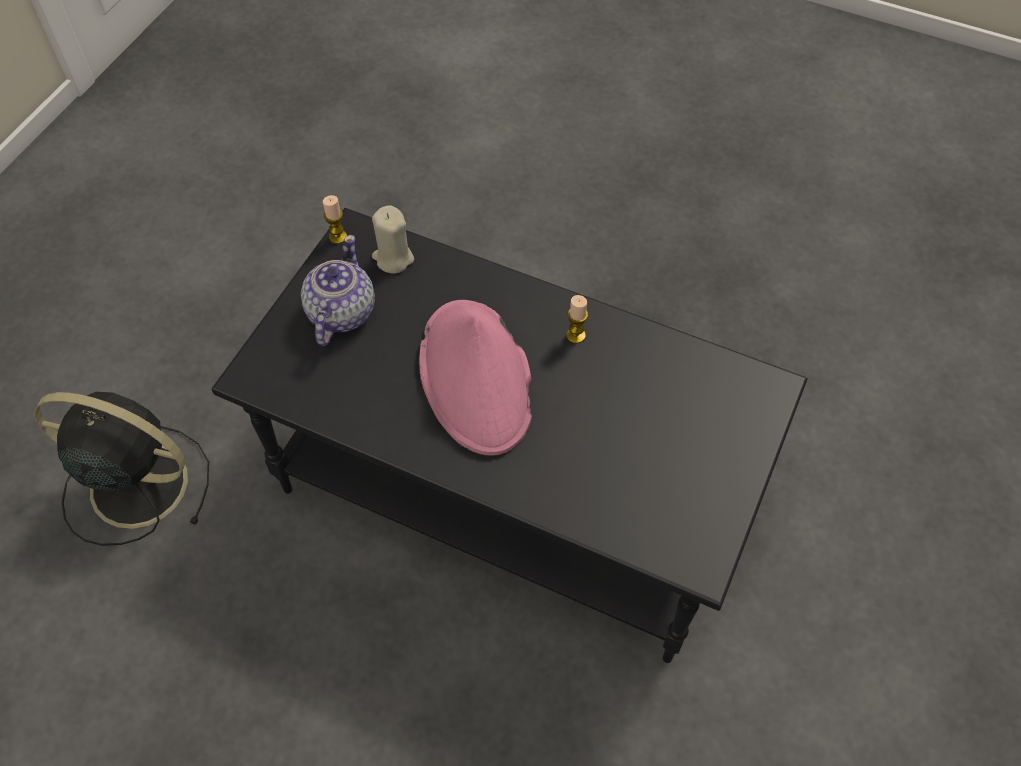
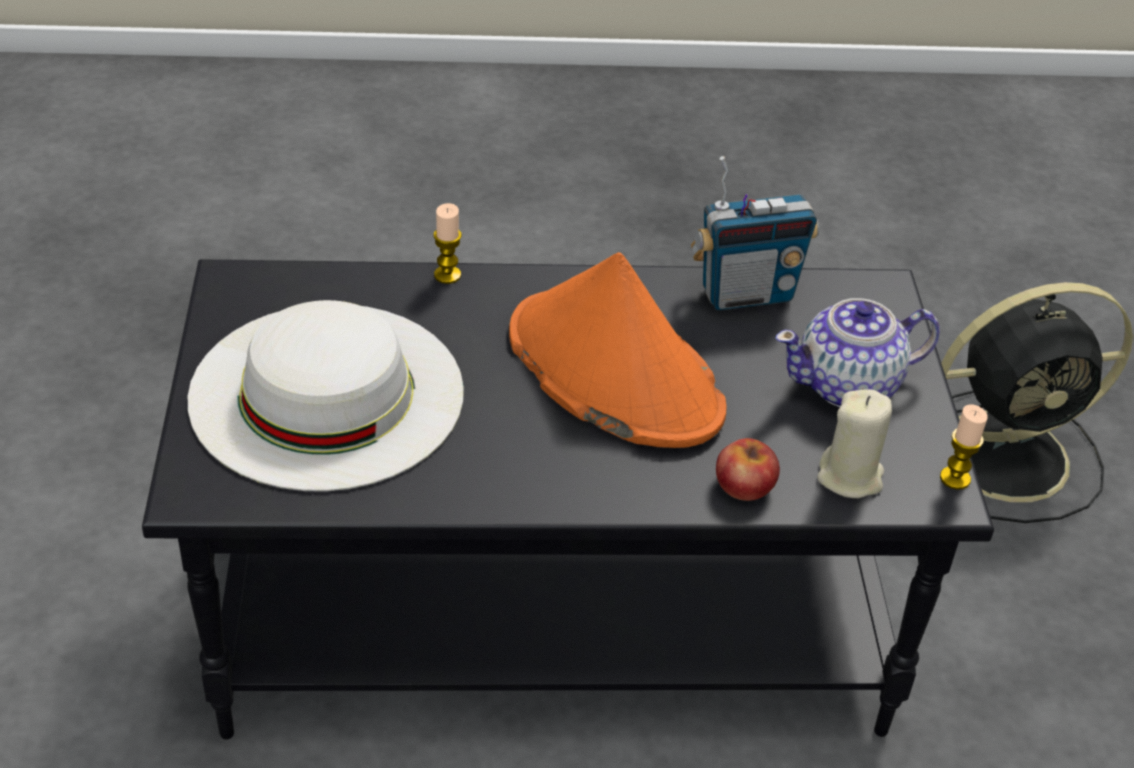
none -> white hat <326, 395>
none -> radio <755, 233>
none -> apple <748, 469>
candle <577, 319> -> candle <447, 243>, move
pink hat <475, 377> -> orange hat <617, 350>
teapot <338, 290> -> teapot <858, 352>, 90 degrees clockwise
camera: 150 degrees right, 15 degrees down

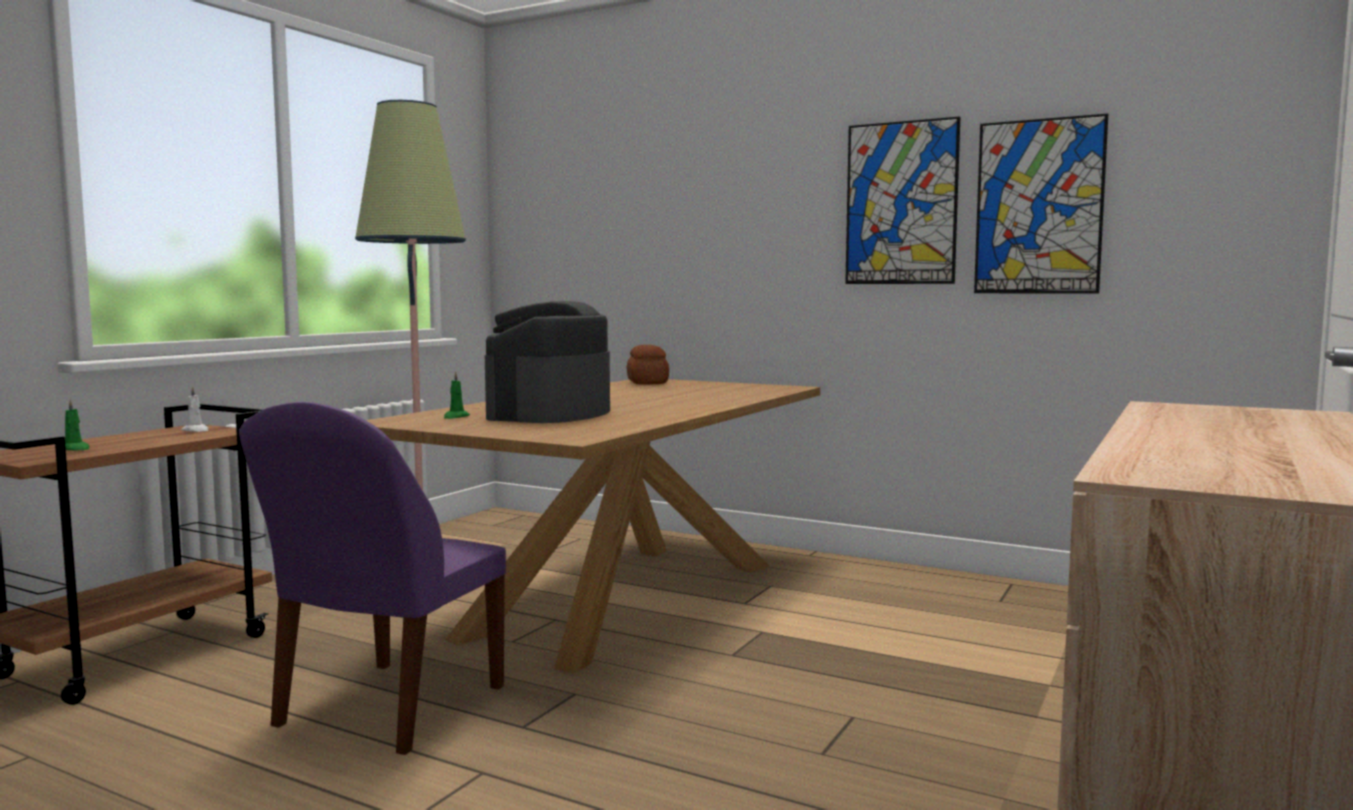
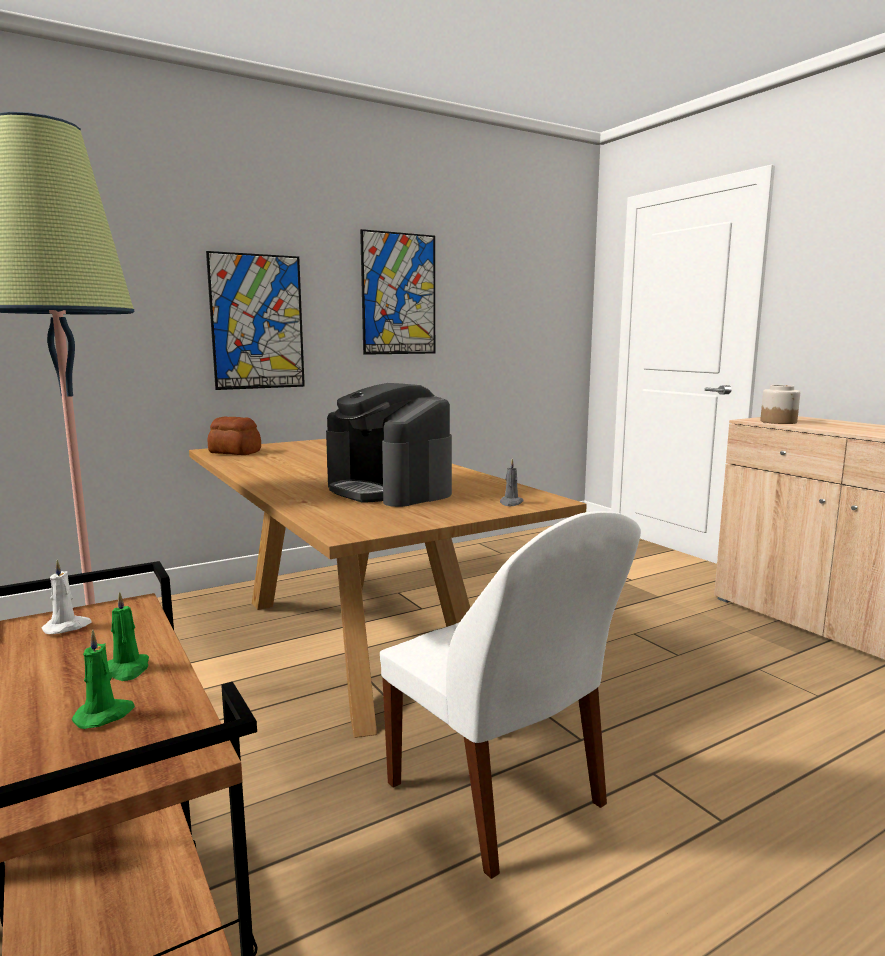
none -> grey candle <512, 482>
none -> jar <780, 404>
green candle <457, 395> -> green candle <128, 636>, move
picture <1041, 204> -> picture <255, 320>, move
purple chair <372, 578> -> white chair <510, 695>
camera: 60 degrees left, 5 degrees up

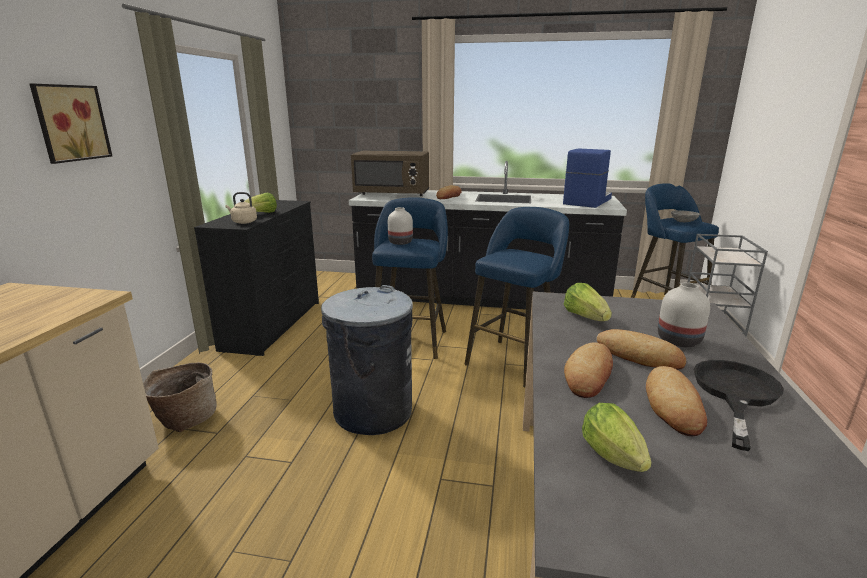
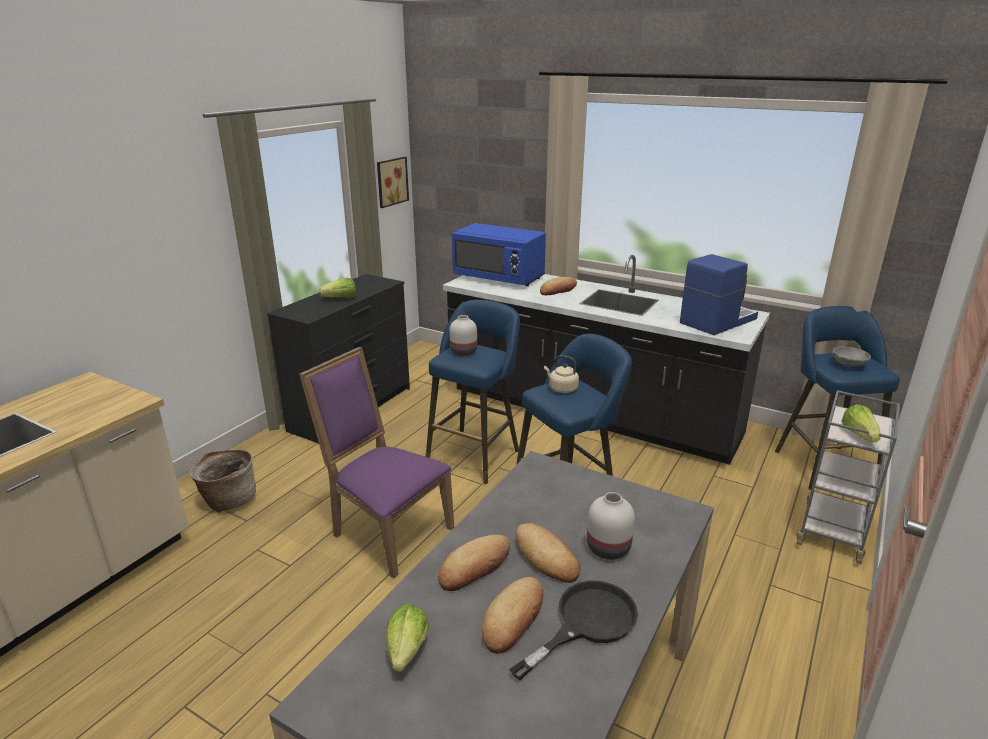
picture <71, 123> -> picture <393, 182>, move
beige kettle <241, 208> -> beige kettle <561, 374>, move
lettuce <587, 302> -> lettuce <861, 423>, move
grey trash can <367, 360> -> purple chair <376, 462>
brown microwave <390, 173> -> blue microwave <499, 254>
camera: 20 degrees right, 5 degrees up

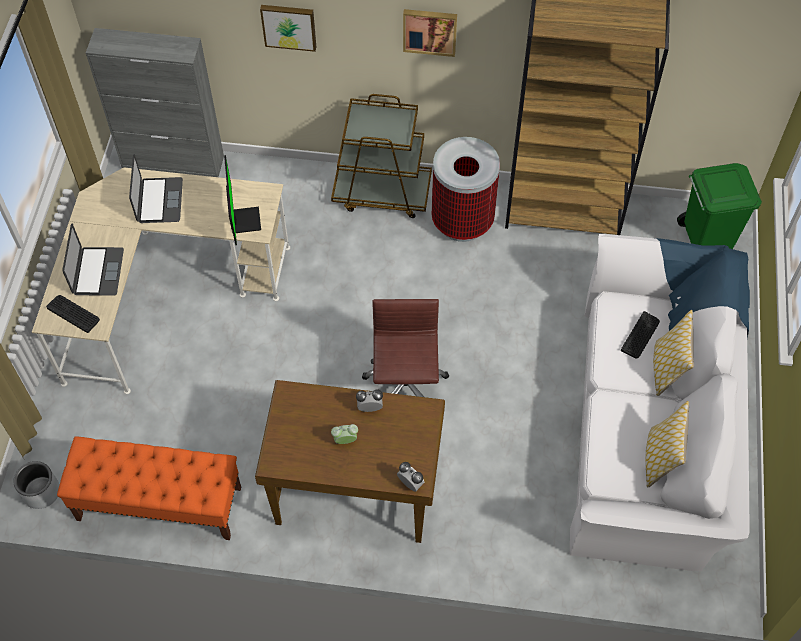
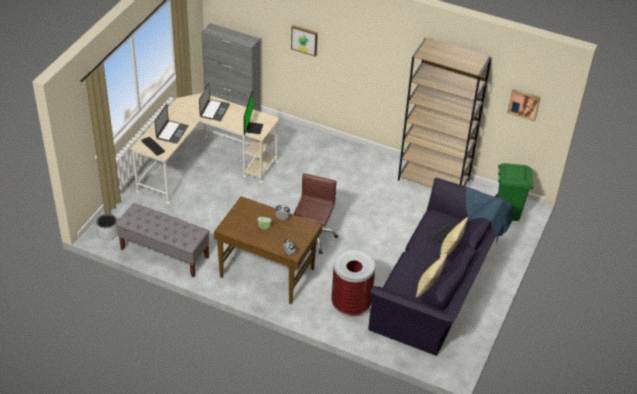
brown cart <381, 156> -> none
picture <430, 33> -> picture <524, 105>, move
trash can <466, 189> -> trash can <353, 283>, move
orange bench <149, 488> -> grey bench <163, 240>
white sofa <660, 402> -> black sofa <441, 267>
camera: 15 degrees right, 15 degrees down

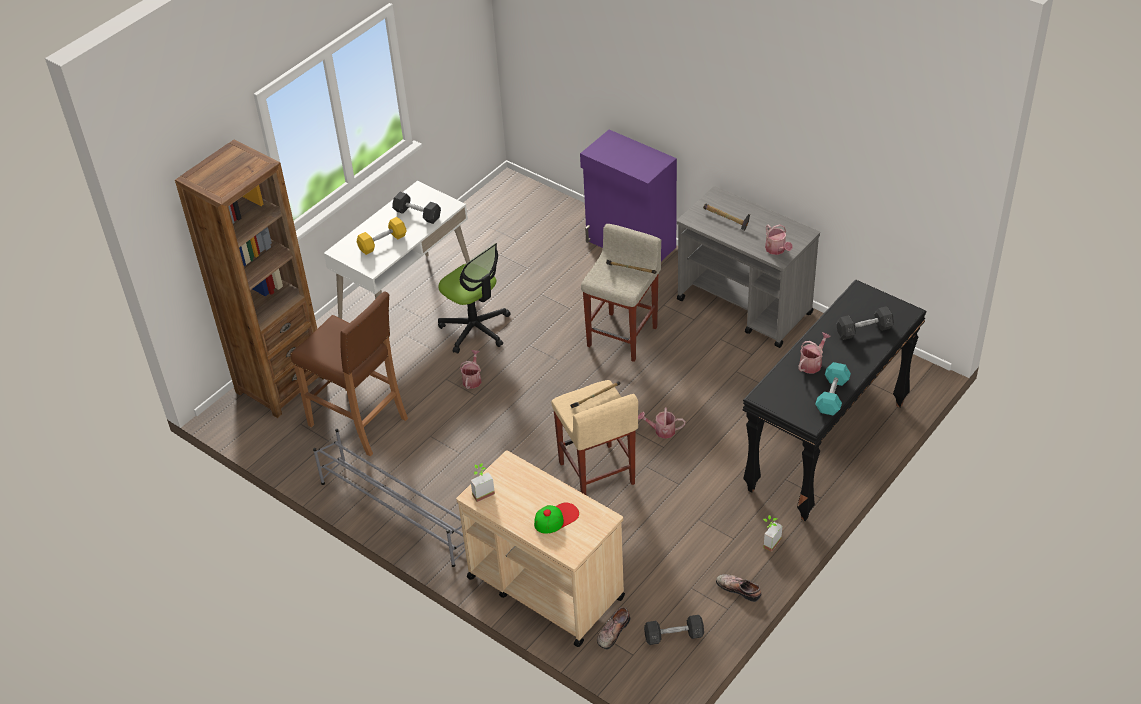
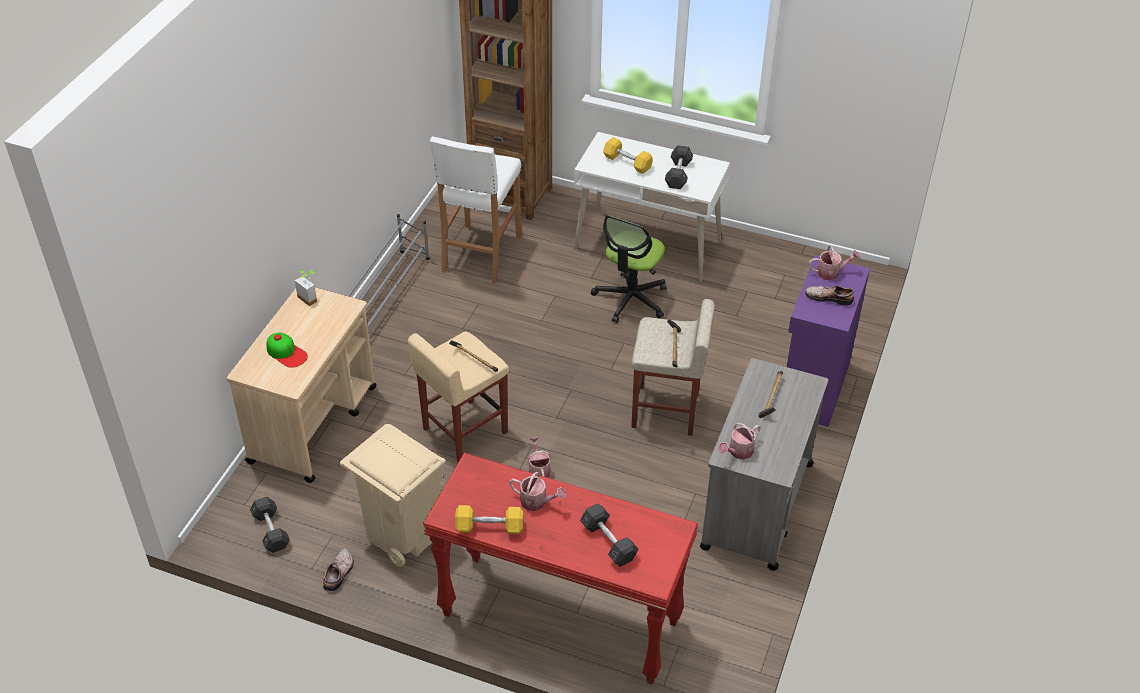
potted plant <772, 533> -> none
none -> beige trash can <393, 495>
watering can <470, 369> -> watering can <834, 263>, move
shoe <613, 628> -> shoe <829, 296>, move
brown stool <349, 374> -> white stool <475, 209>
black console table <835, 400> -> red console table <560, 569>
turquoise dumbbell <833, 388> -> yellow dumbbell <489, 519>
camera: 70 degrees right, 0 degrees up

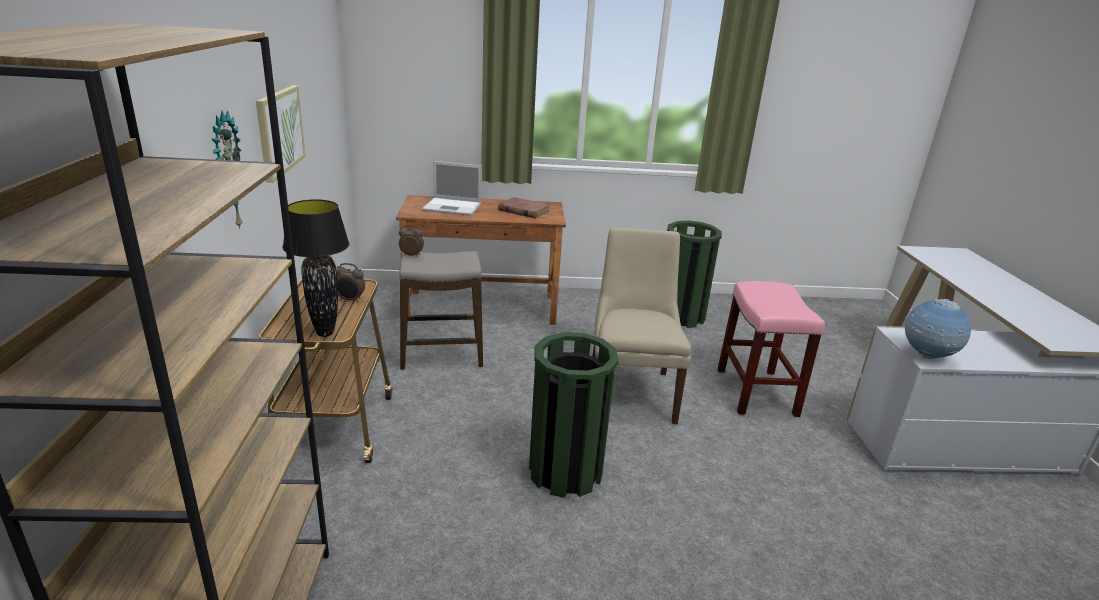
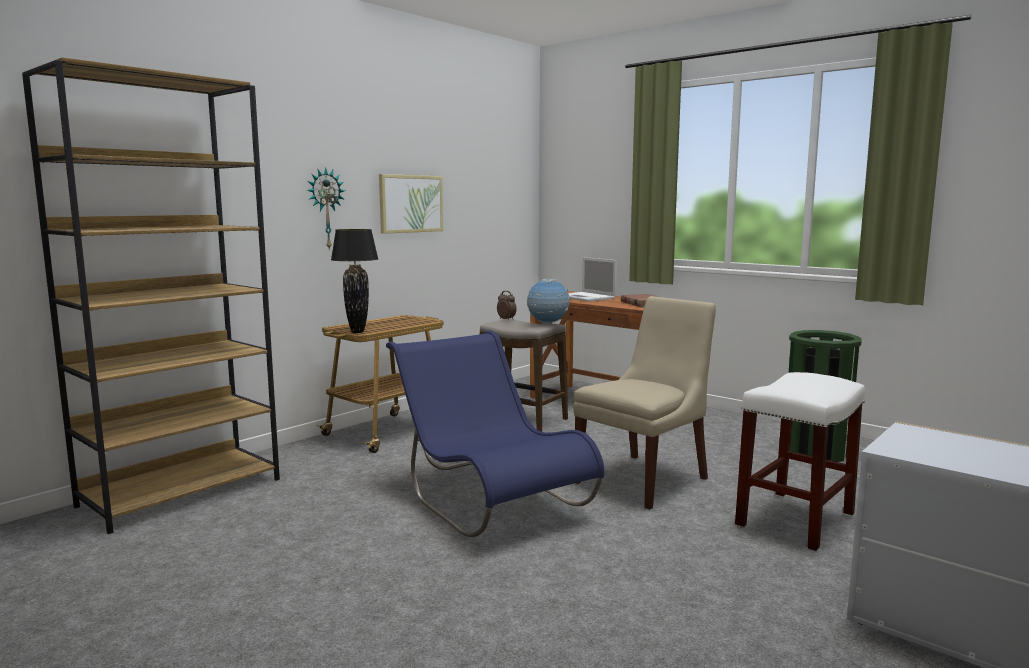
alarm clock <350, 283> -> none
globe <938, 329> -> globe <548, 302>, move
green trash can <574, 415> -> blue chair <495, 433>
pink stool <771, 349> -> white stool <800, 461>
camera: 45 degrees right, 15 degrees down

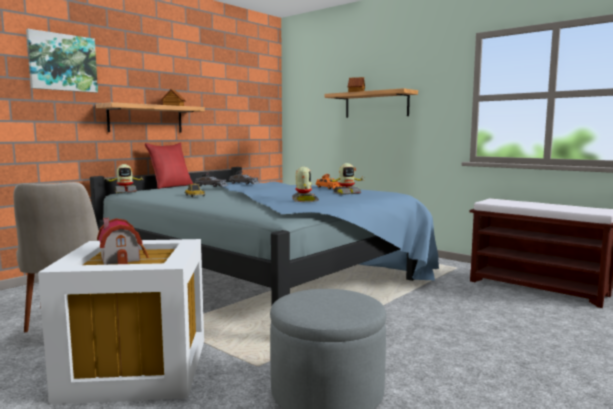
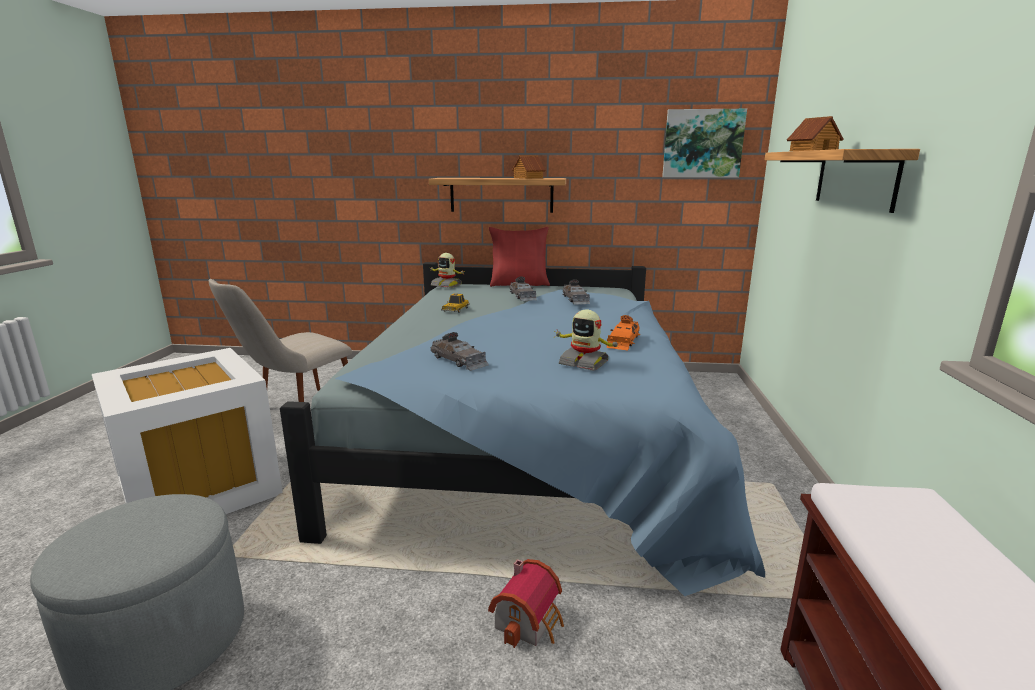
picture <62, 61> -> picture <704, 143>, move
toy house <123, 241> -> toy house <526, 603>, move
toy robot <305, 184> -> grey toy car <460, 351>
camera: 55 degrees right, 10 degrees up

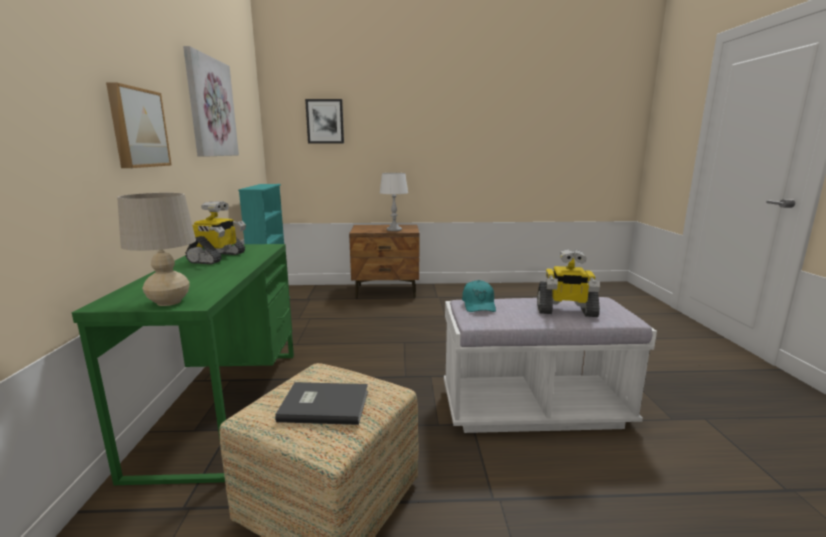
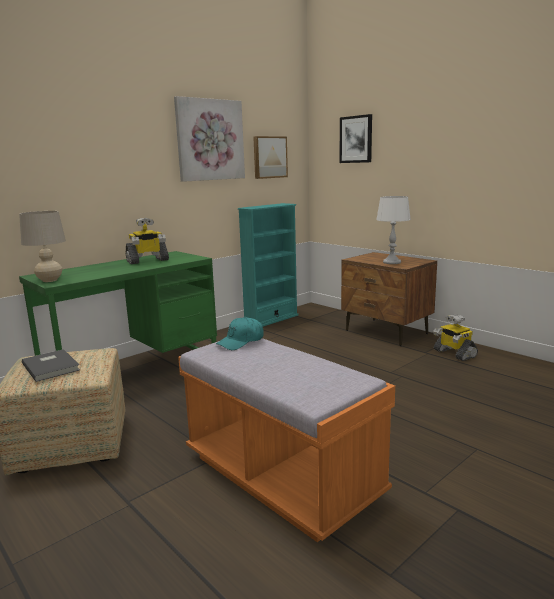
picture <139, 125> -> picture <270, 157>, move
toy robot <568, 283> -> toy robot <455, 337>, move
white bench <550, 365> -> orange bench <286, 440>
camera: 50 degrees right, 0 degrees up

